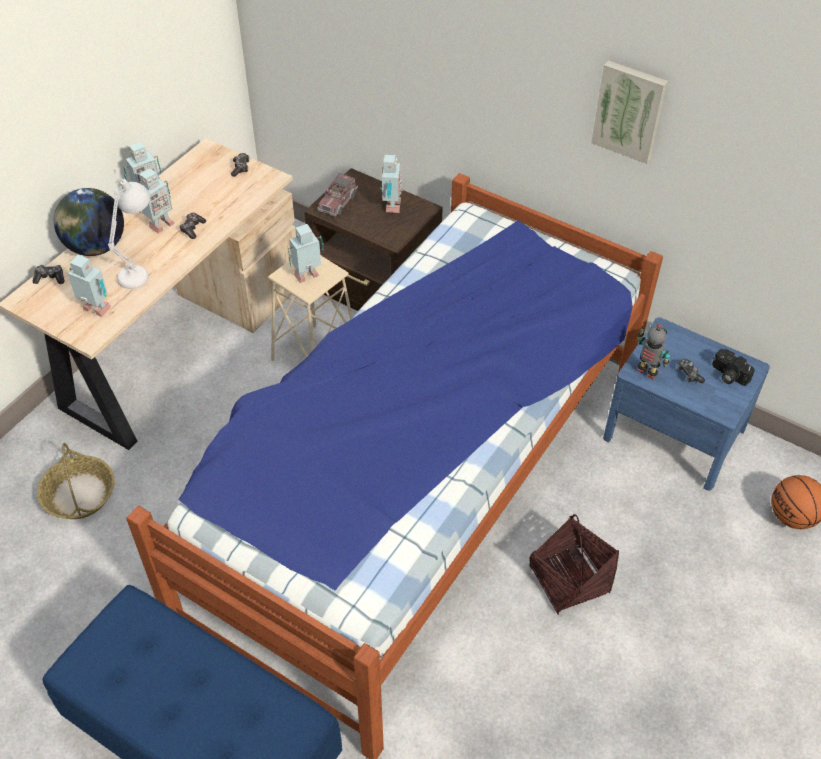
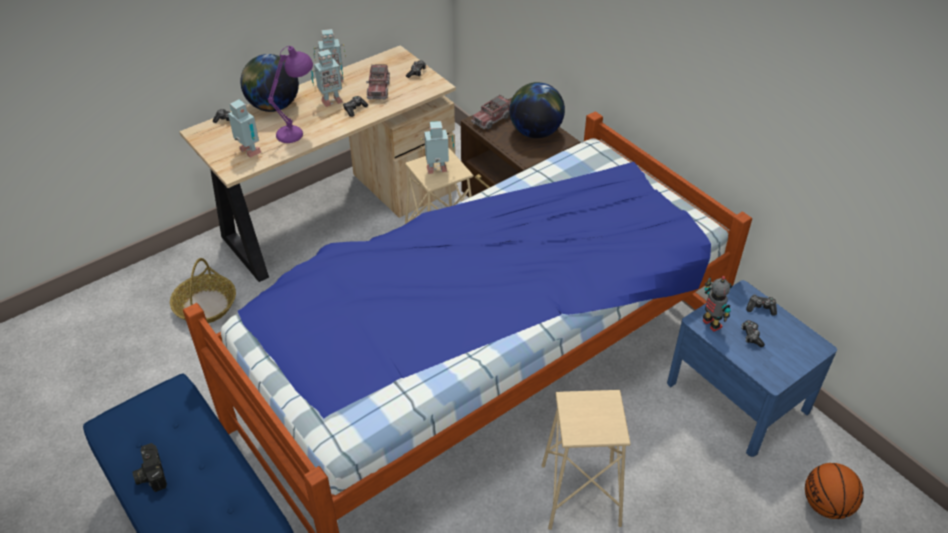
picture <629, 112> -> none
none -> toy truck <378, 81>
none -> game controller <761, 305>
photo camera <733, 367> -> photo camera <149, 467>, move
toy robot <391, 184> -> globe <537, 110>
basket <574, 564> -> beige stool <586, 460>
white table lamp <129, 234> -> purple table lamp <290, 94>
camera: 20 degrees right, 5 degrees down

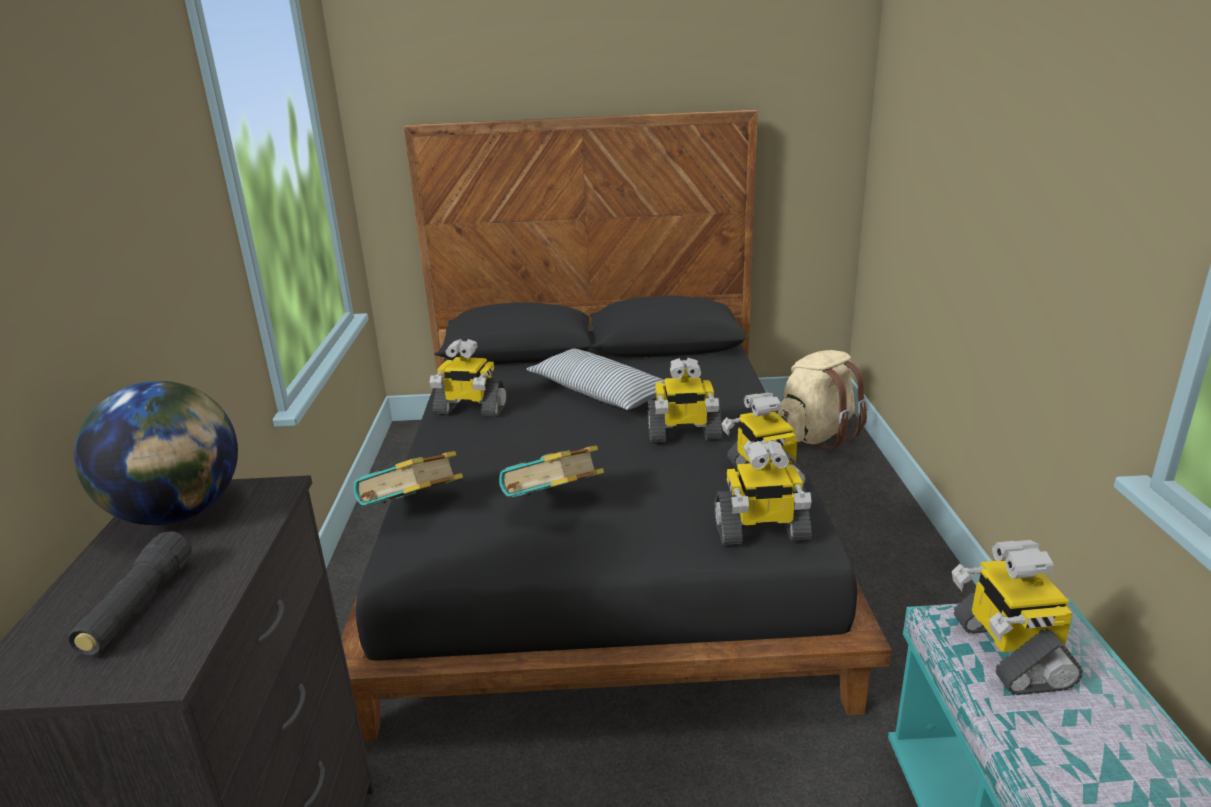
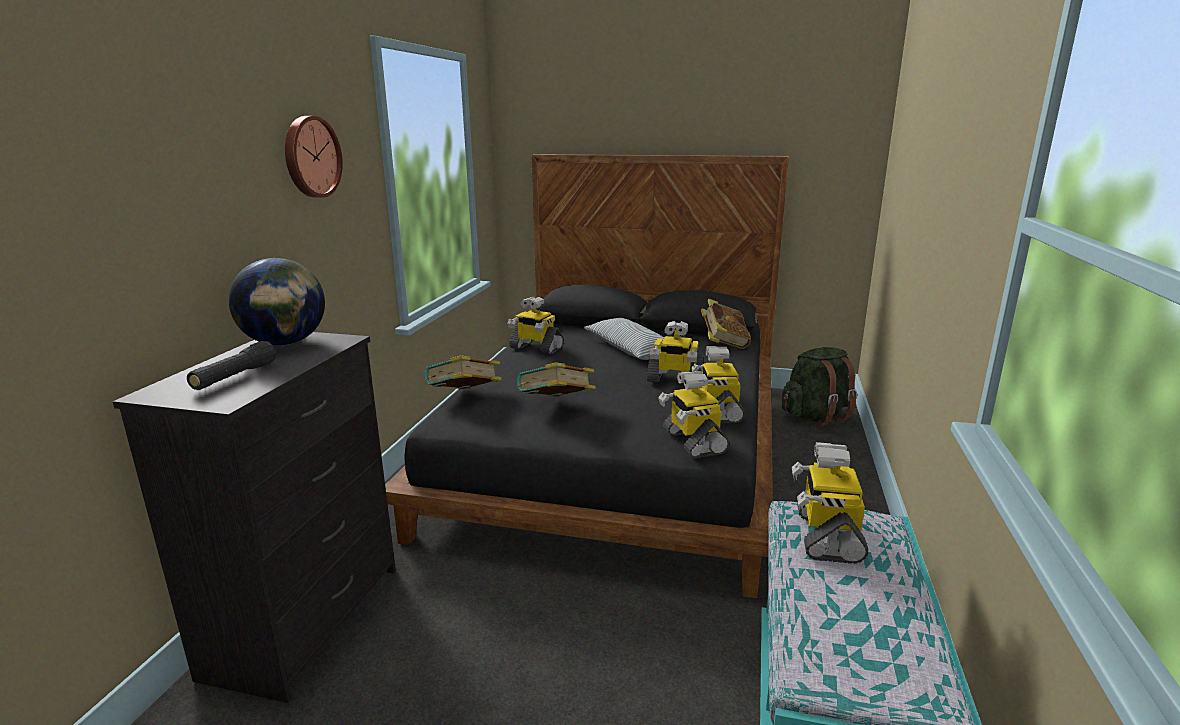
none -> wall clock <314, 157>
none -> book <726, 324>
beige backpack <823, 400> -> green backpack <819, 386>
toy robot <763, 492> -> toy robot <693, 415>, 60 degrees clockwise
camera: 15 degrees right, 5 degrees down

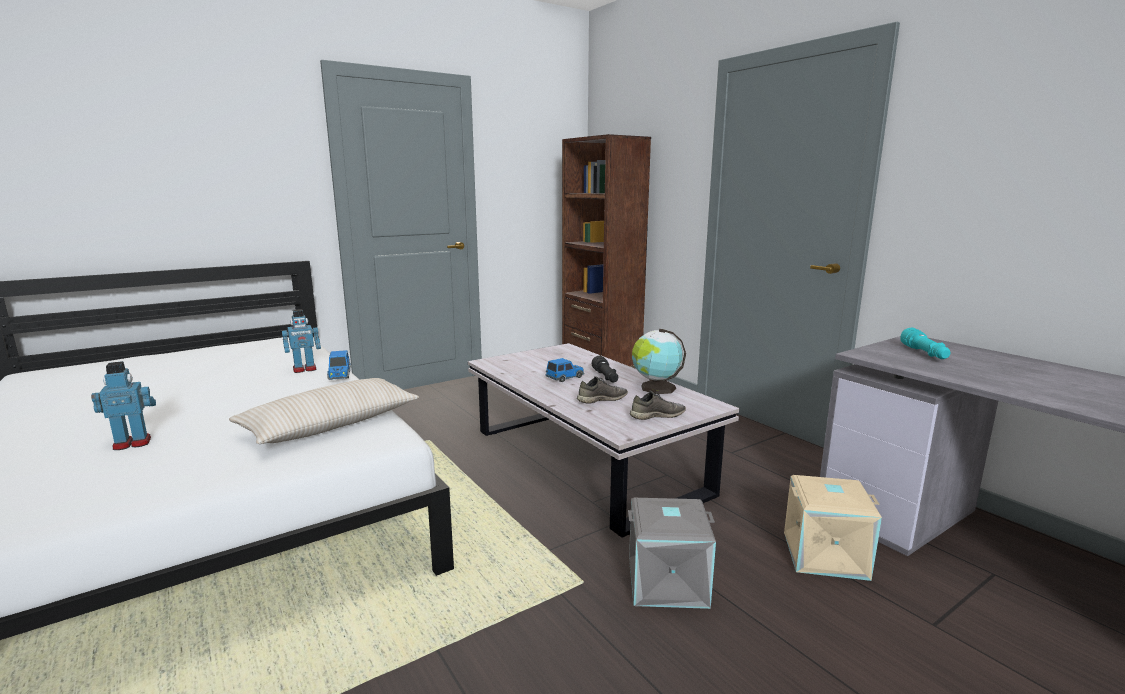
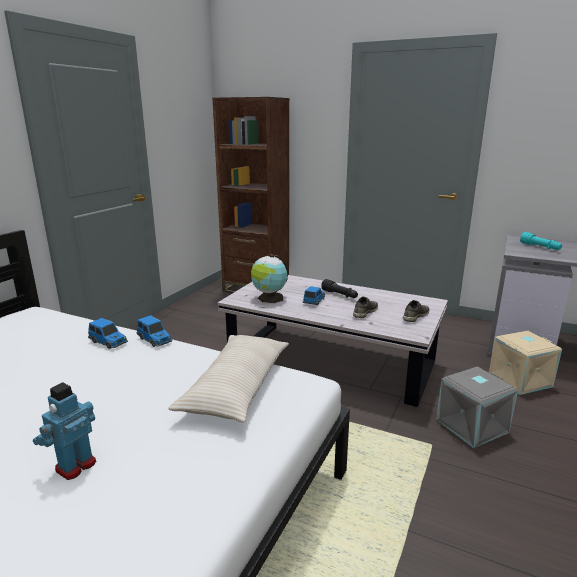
globe <659, 361> -> globe <270, 279>, move
toy robot <301, 341> -> toy car <108, 333>
camera: 30 degrees left, 5 degrees up

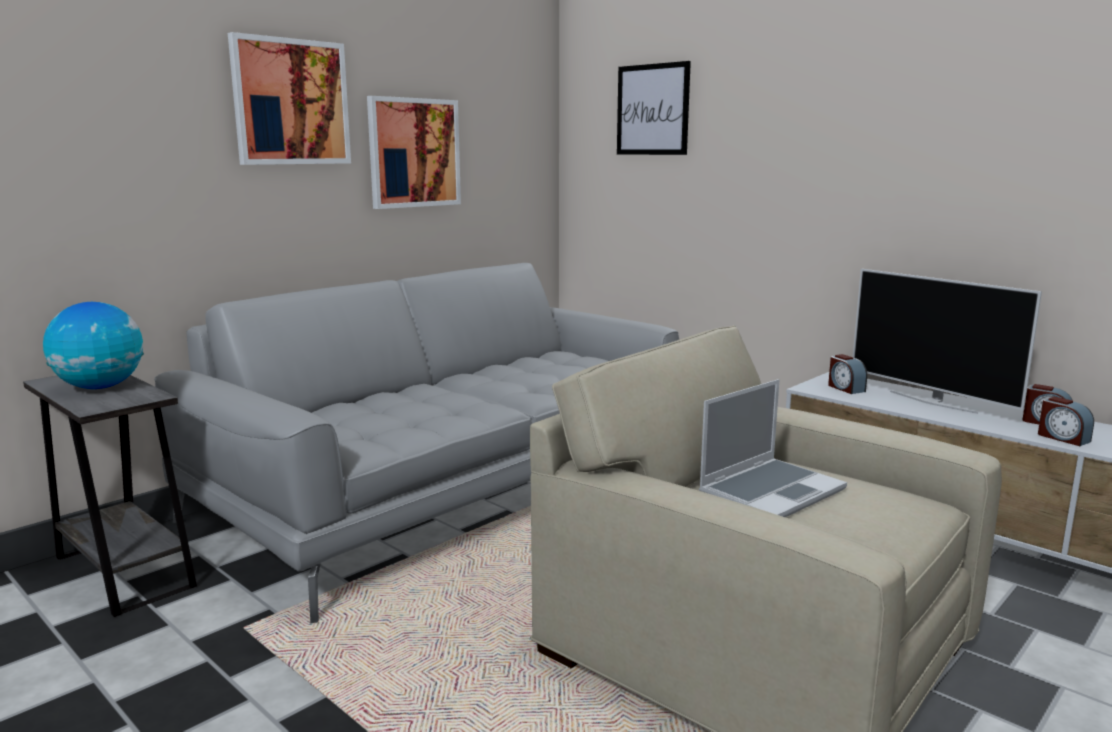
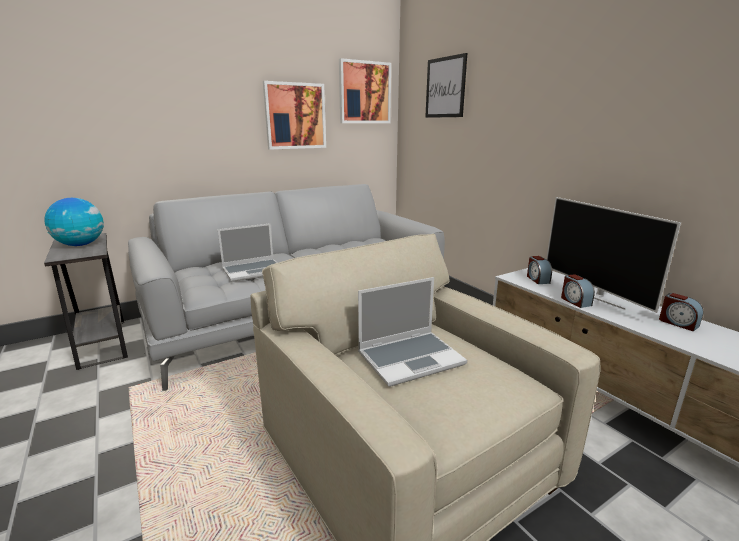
none -> laptop <247, 252>
picture <289, 98> -> picture <365, 90>, move
alarm clock <1066, 421> -> alarm clock <578, 291>, move
camera: 15 degrees right, 5 degrees up

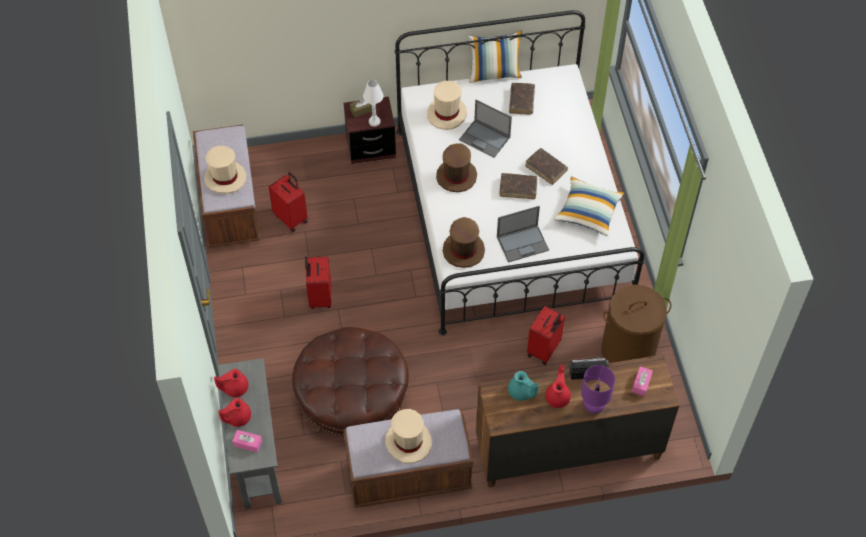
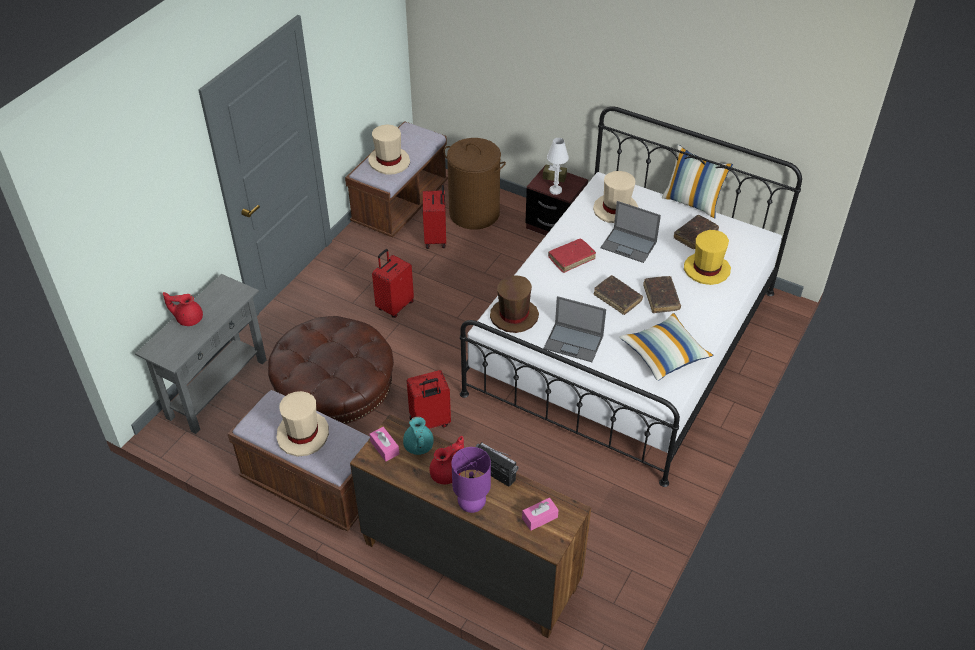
red teapot <231, 383> -> none
none -> yellow hat <707, 257>
pink tissue box <247, 441> -> pink tissue box <384, 444>, move
red suitcase <546, 335> -> red suitcase <429, 399>, move
brown laundry basket <636, 324> -> brown laundry basket <474, 184>, move
brown hat <456, 168> -> red book <572, 256>
laptop <485, 129> -> laptop <631, 232>, 45 degrees counterclockwise
camera: 40 degrees right, 10 degrees down

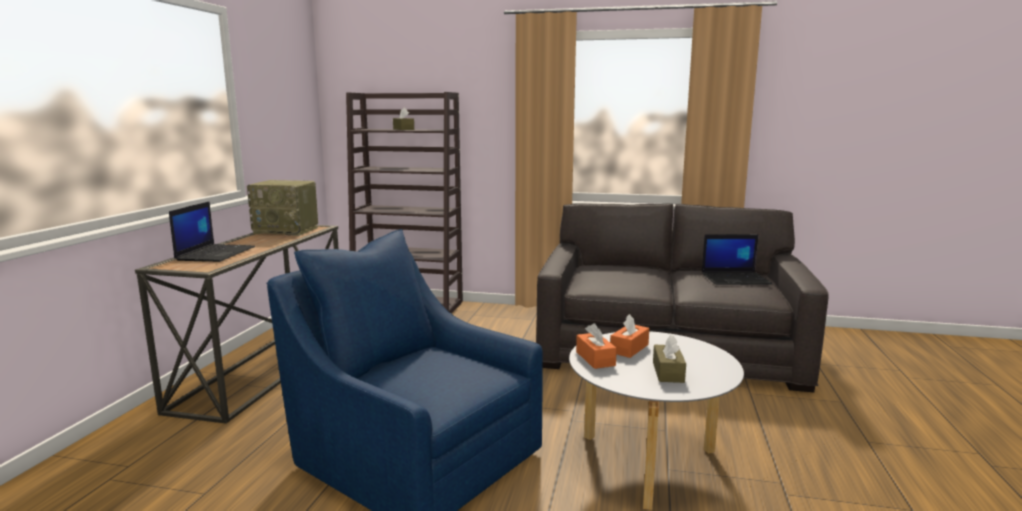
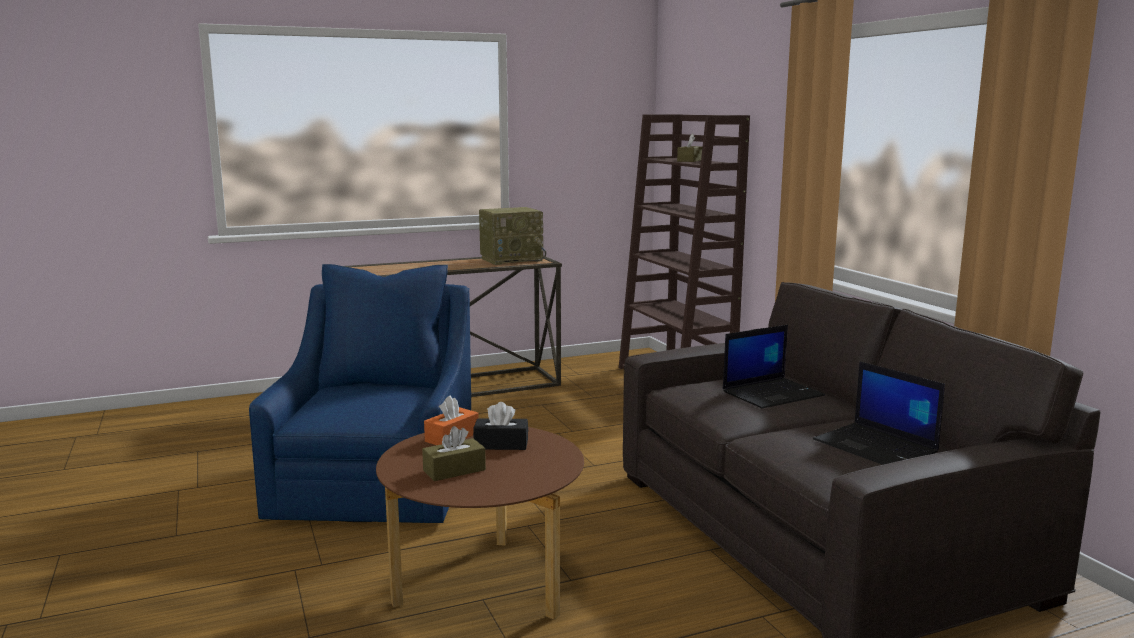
laptop <212, 232> -> laptop <774, 366>, move
grey coffee table <656, 420> -> brown coffee table <480, 523>
orange tissue box <629, 336> -> black tissue box <500, 426>
radio <282, 208> -> radio <512, 236>, 90 degrees counterclockwise
camera: 55 degrees right, 0 degrees up

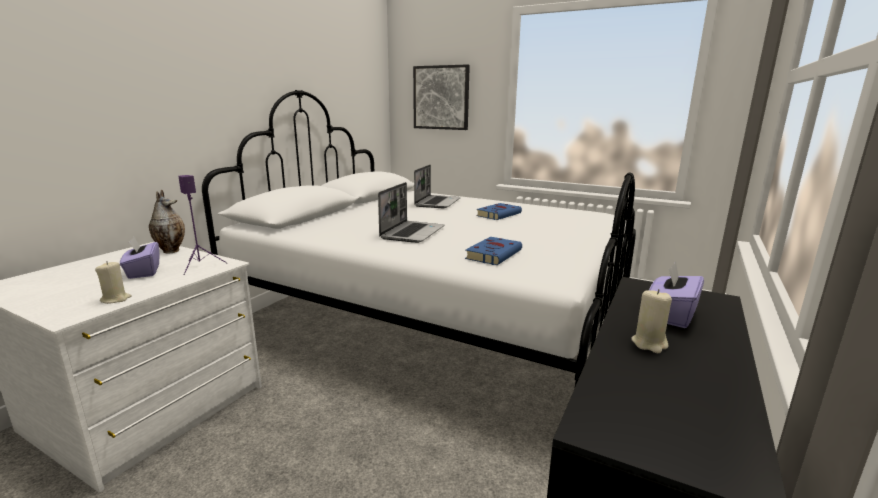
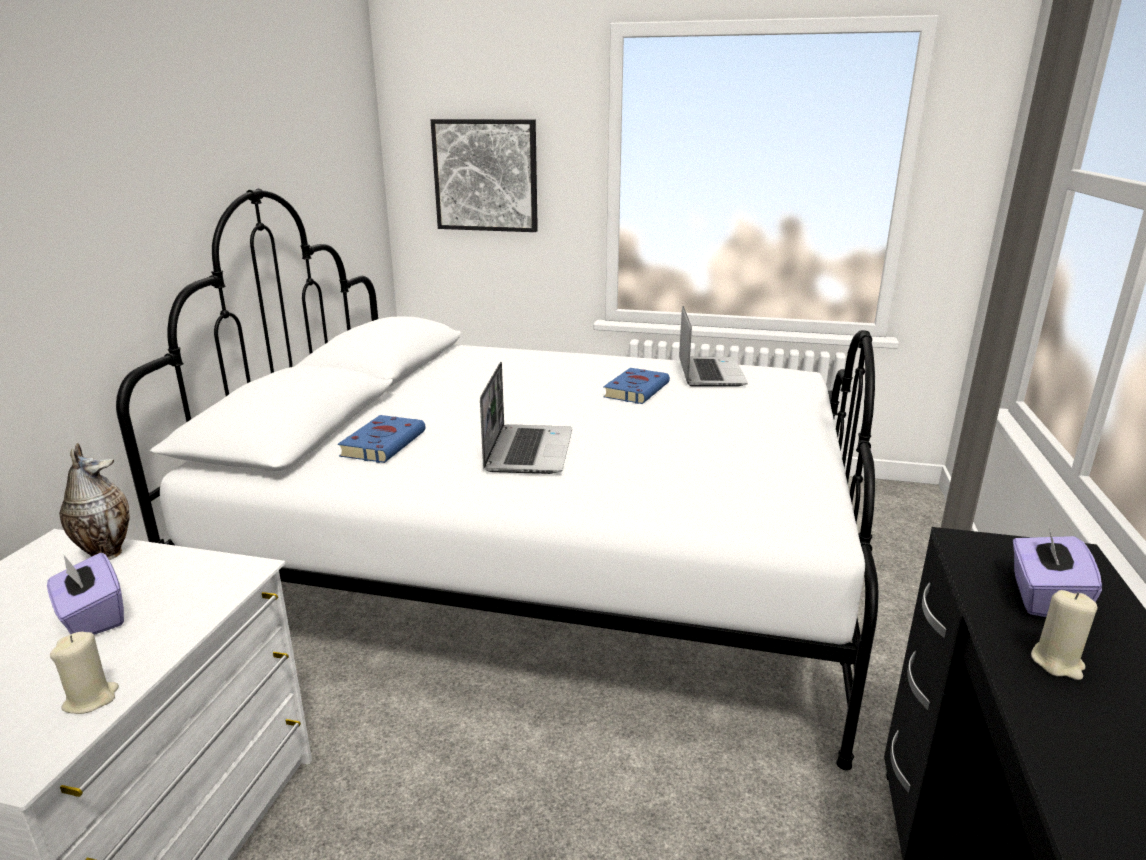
purple speaker <202, 225> -> none
laptop <437, 186> -> laptop <713, 346>, move
blue book <493, 251> -> blue book <382, 439>, move
camera: 15 degrees left, 5 degrees up

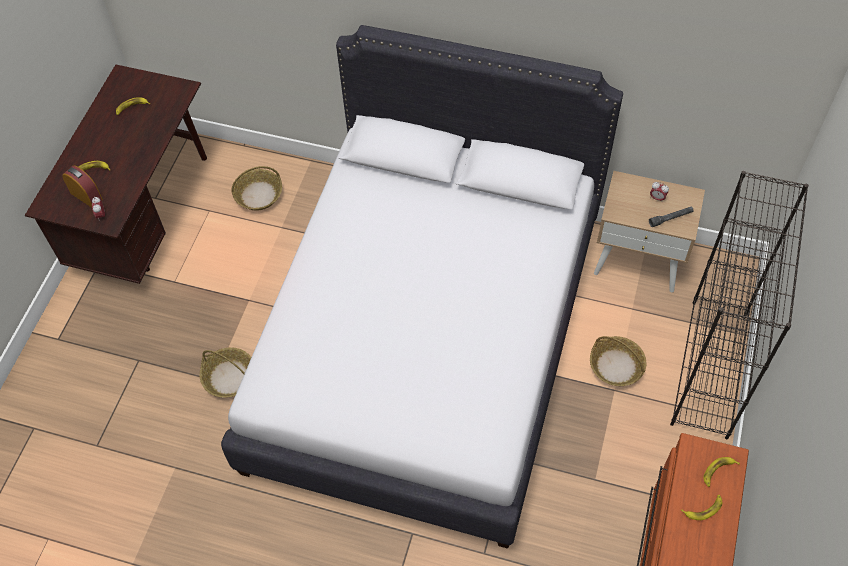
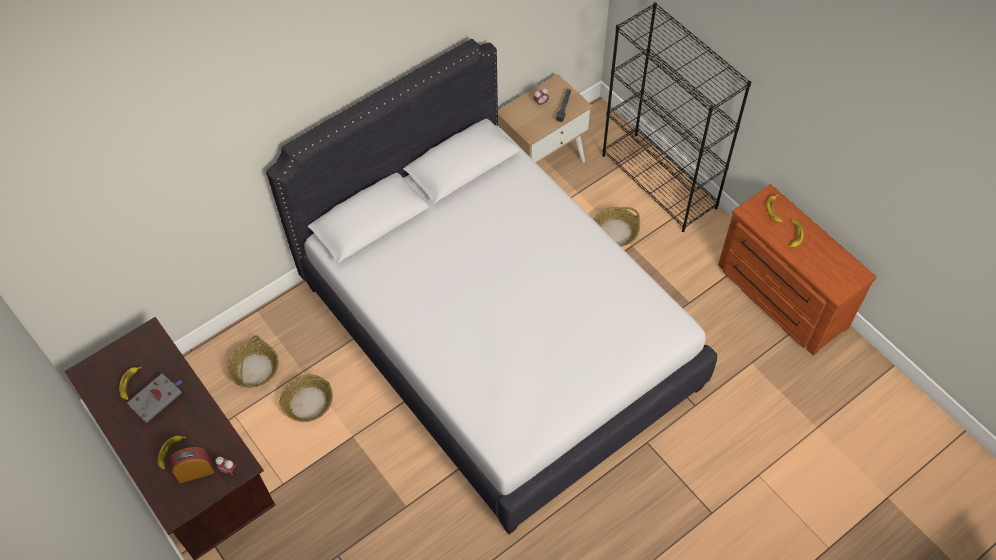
none -> grey book <154, 398>
basket <225, 372> -> basket <306, 398>, move
camera: 55 degrees left, 0 degrees up

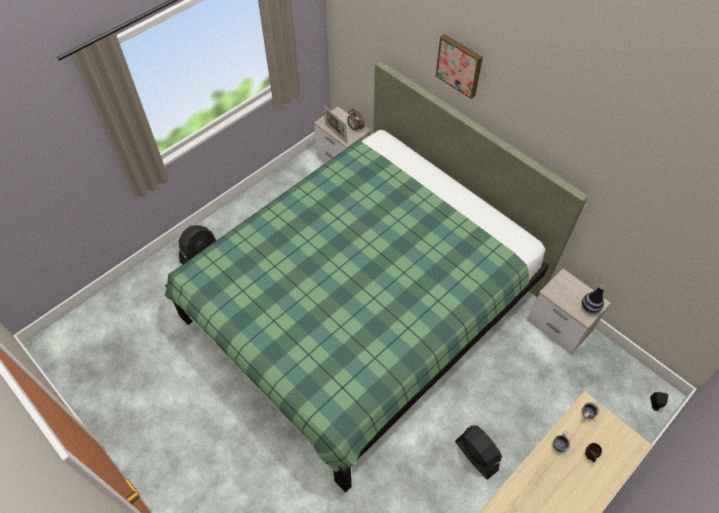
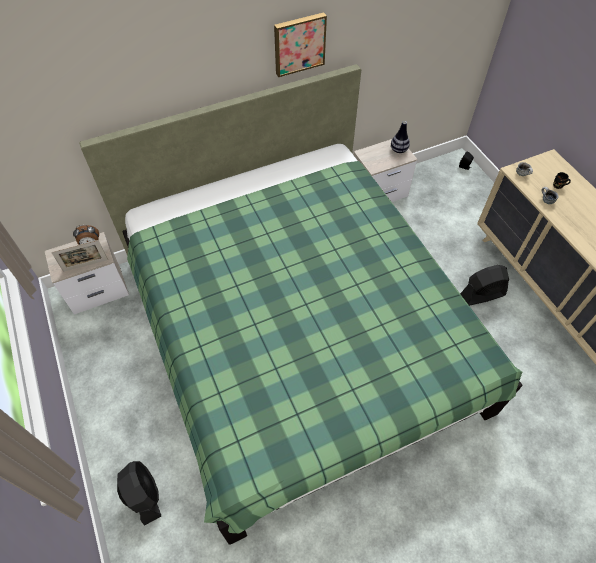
picture <459, 66> -> picture <300, 44>, move
camera: 70 degrees left, 0 degrees up

